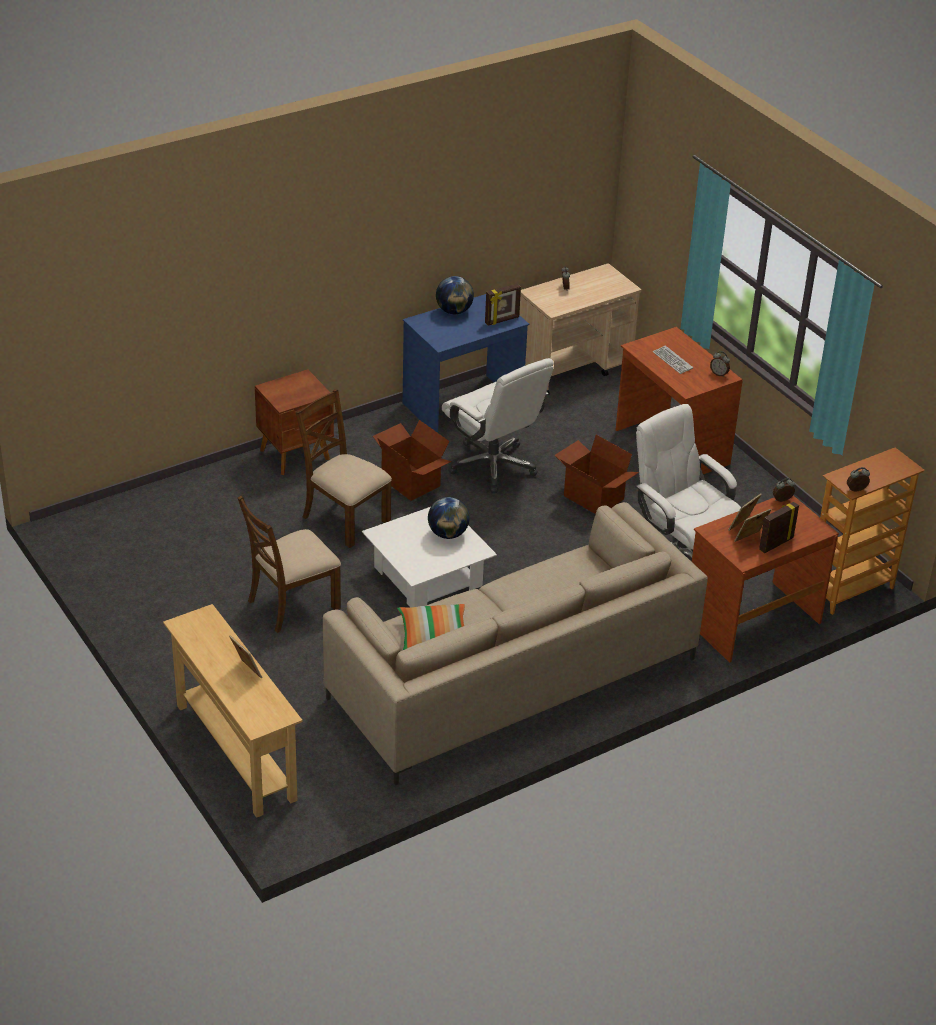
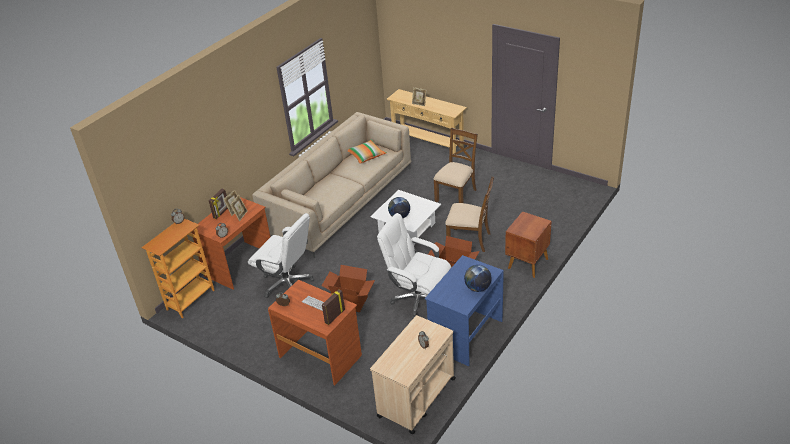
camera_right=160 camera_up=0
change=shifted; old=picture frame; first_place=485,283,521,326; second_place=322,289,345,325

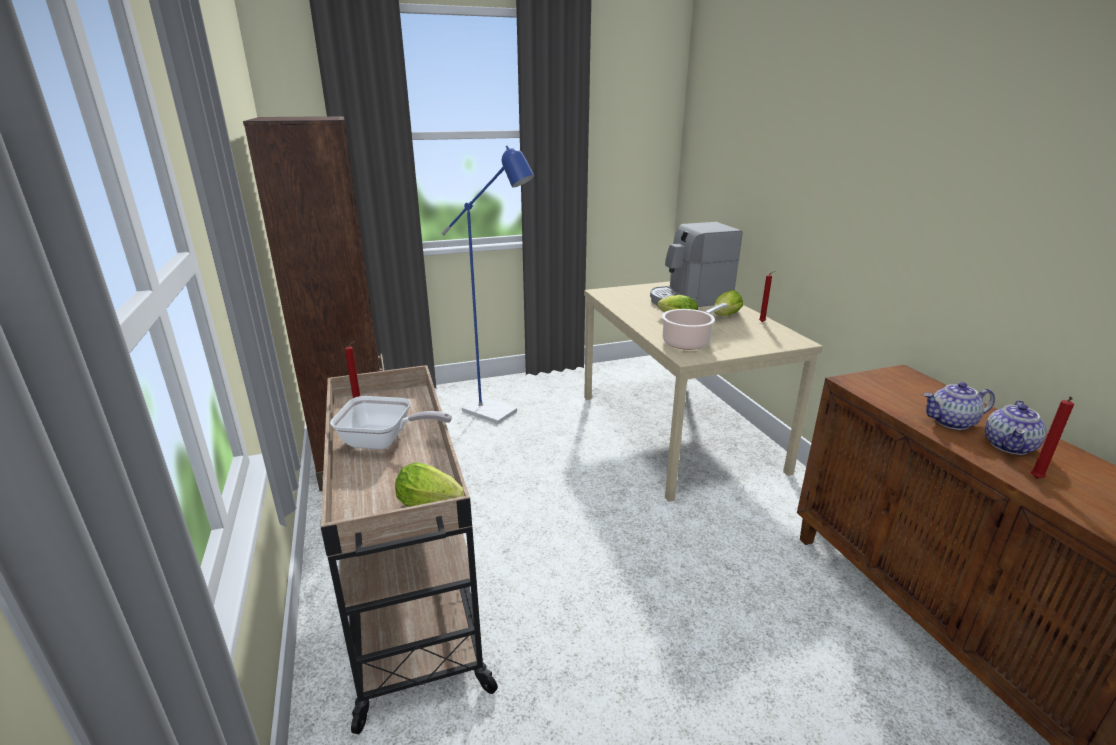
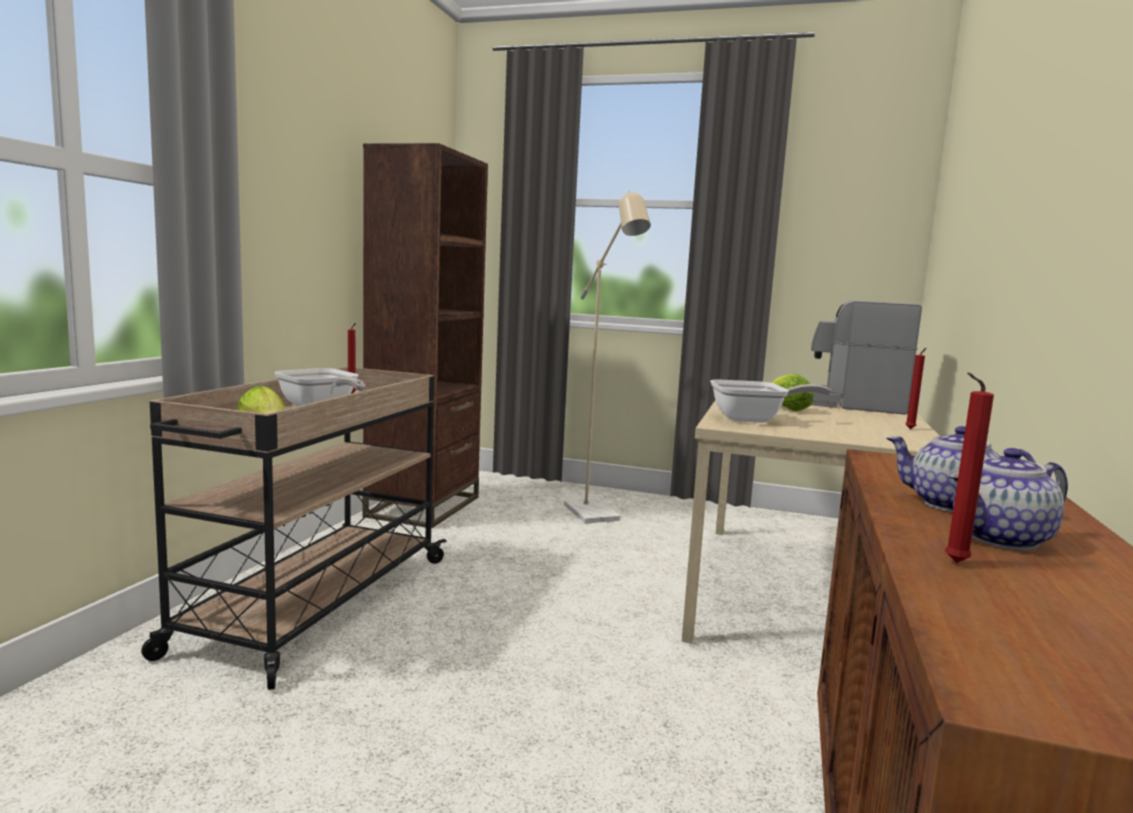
camera_right=35 camera_up=-15
change=repainted; old=blue floor lamp; new=beige floor lamp; first_place=442,145,535,424; second_place=564,191,651,523
change=gone; old=lettuce; first_place=714,290,743,316
change=swapped; old=cooking pot; new=frying pan; first_place=662,303,728,350; second_place=710,380,831,423

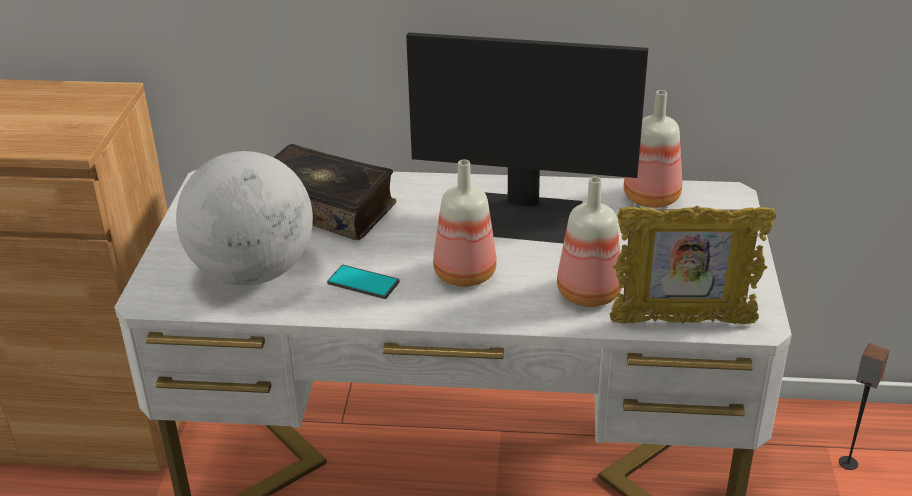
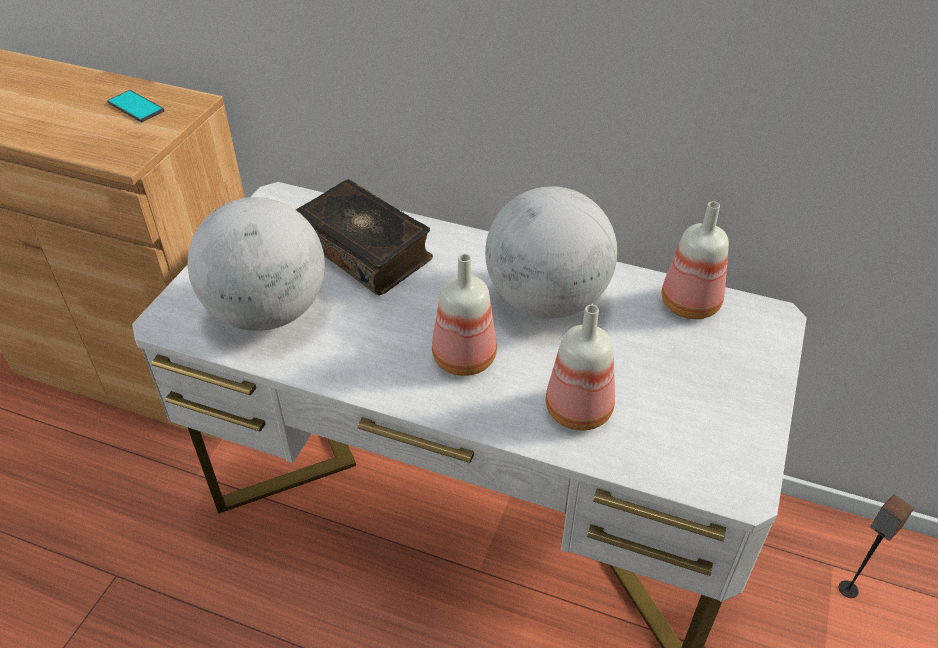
camera_right=15 camera_up=10
change=swapped; old=monitor; new=globe; first_place=406,32,648,243; second_place=485,186,617,318
change=gone; old=picture frame; first_place=610,206,776,324
change=shifted; old=phone; first_place=327,265,400,299; second_place=107,90,164,122

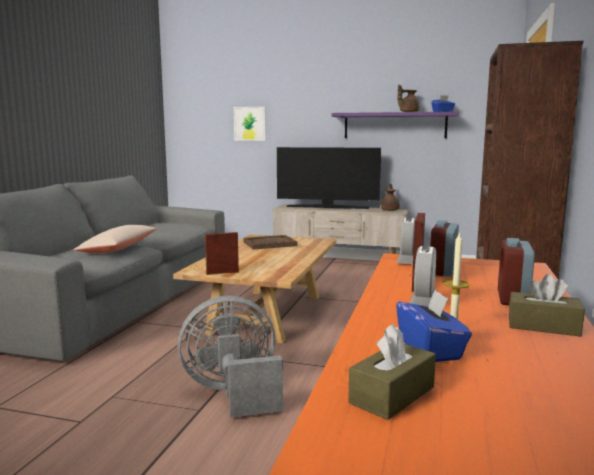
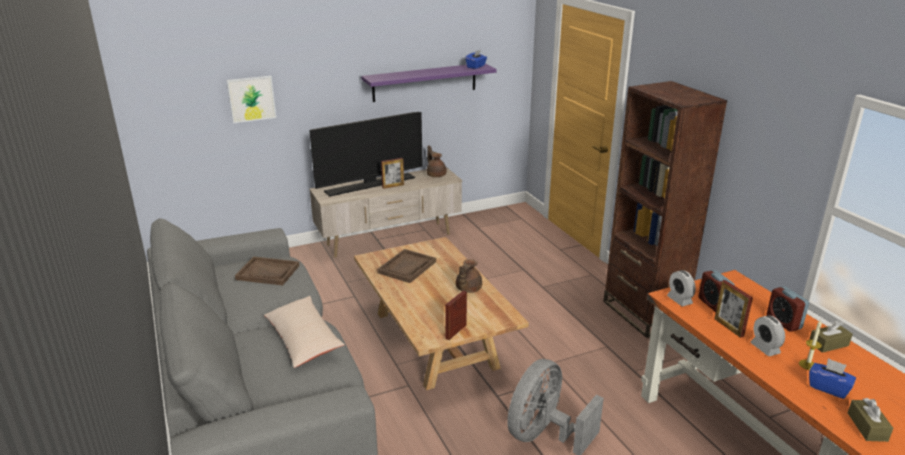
camera_right=-40 camera_up=15
change=shifted; old=brown teapot; first_place=397,85,420,112; second_place=456,259,482,293
change=new; new=picture frame; second_place=381,158,404,189
change=new; new=brown tray; second_place=235,257,299,285

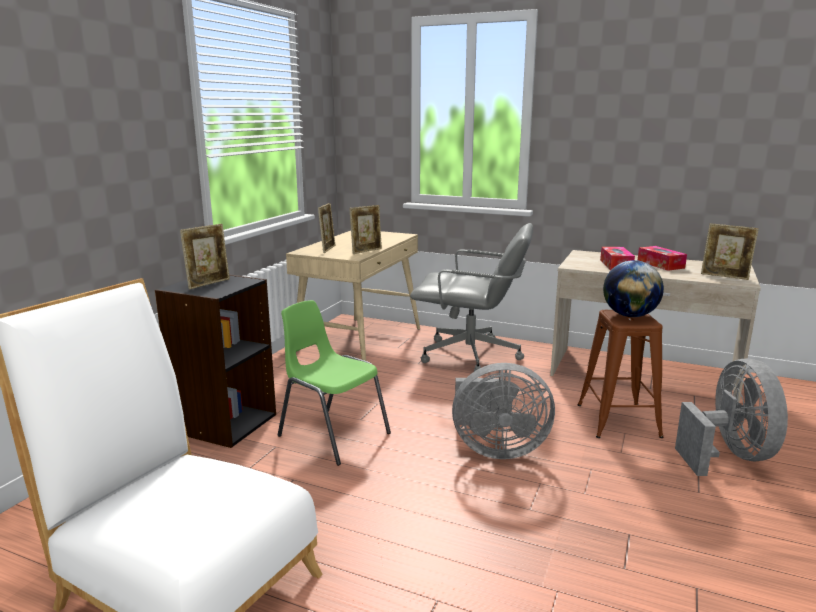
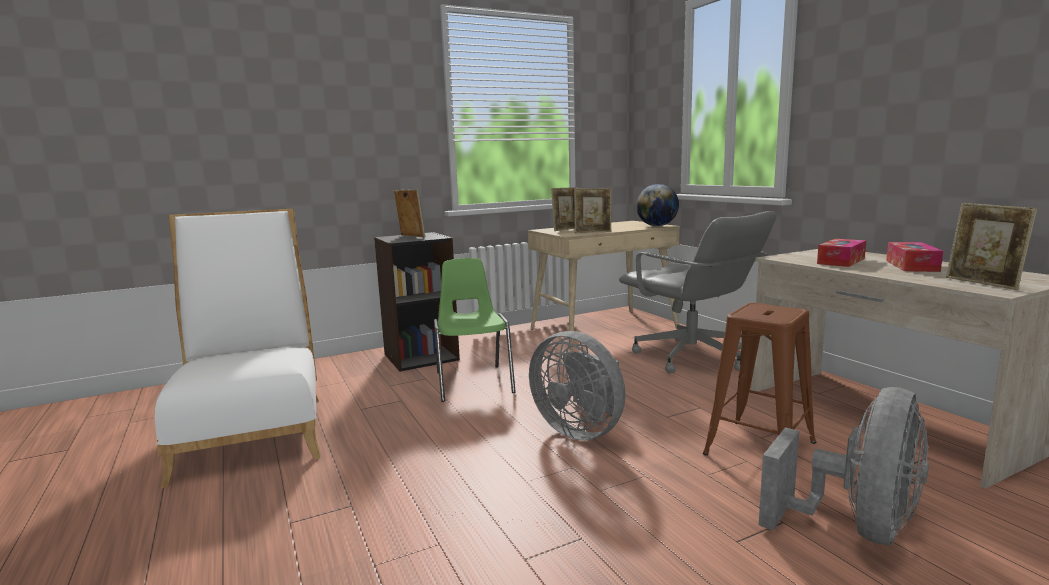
camera_right=40 camera_up=-5
change=rotated; old=picture frame; first_place=180,224,230,289; second_place=394,189,425,238; degrees=-120
change=shifted; old=globe; first_place=603,260,664,317; second_place=636,184,679,226

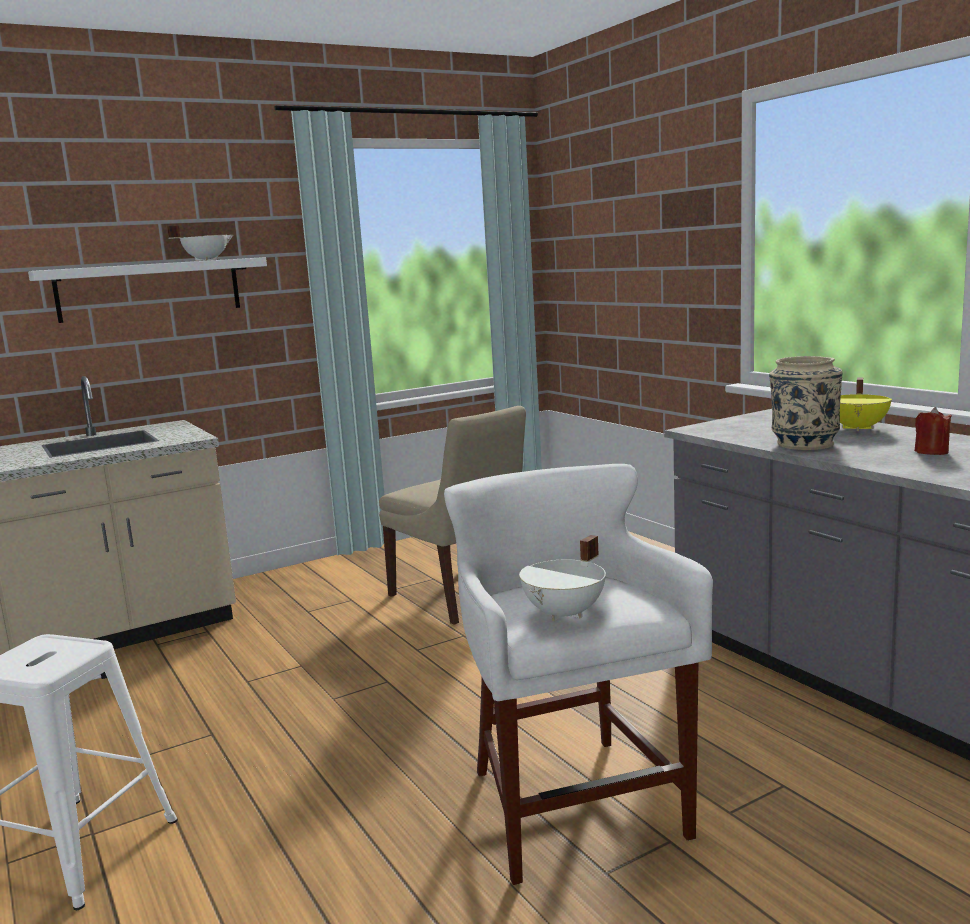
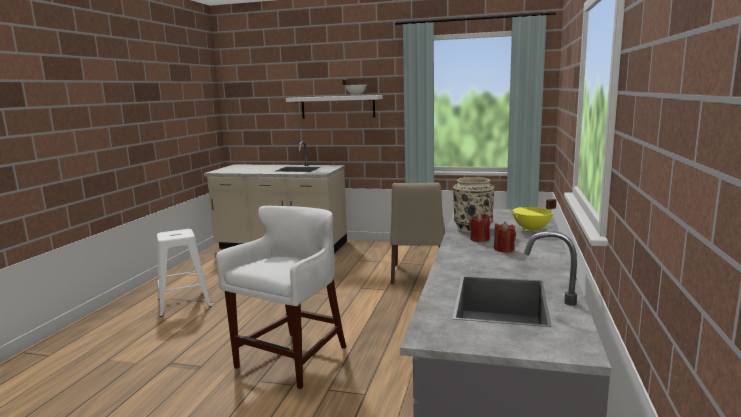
camera_right=45 camera_up=0
change=gone; old=white cooking pot; first_place=519,535,606,621
change=new; new=red candle; second_place=469,213,490,242

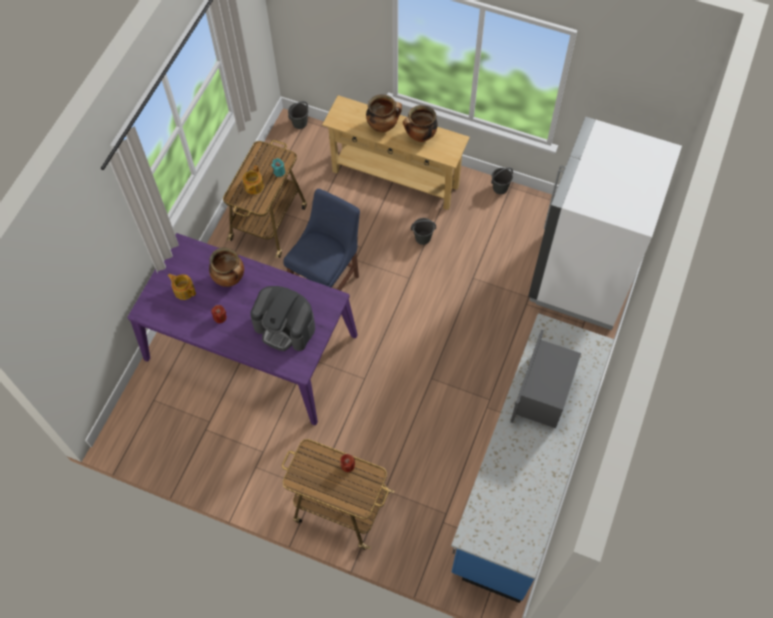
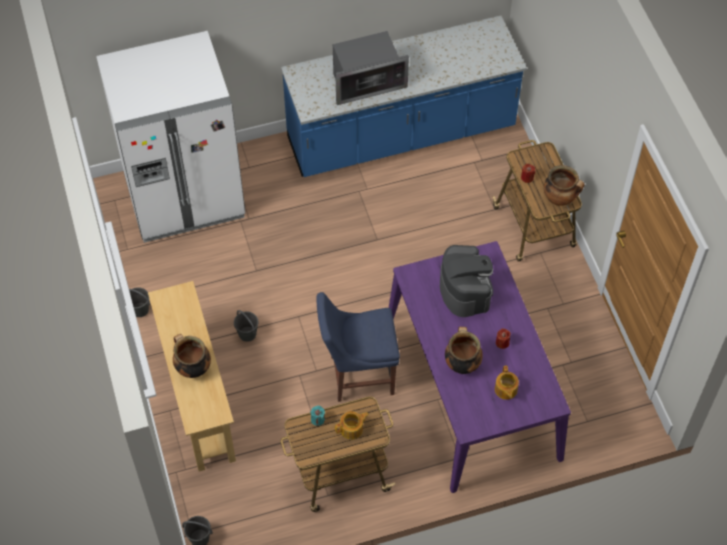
camera_right=-130 camera_up=-5
change=shifted; old=cooking pot; first_place=403,105,438,142; second_place=544,165,584,206

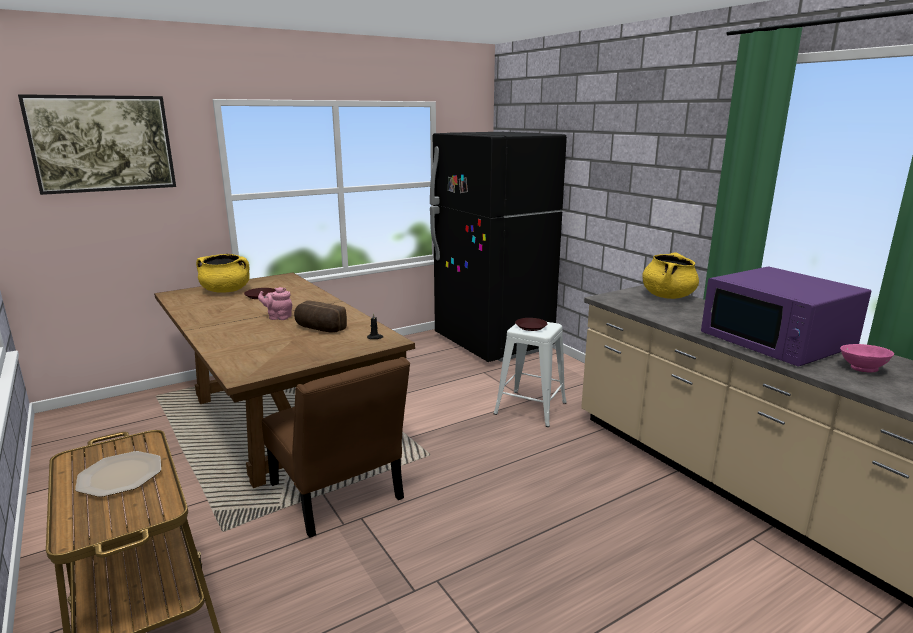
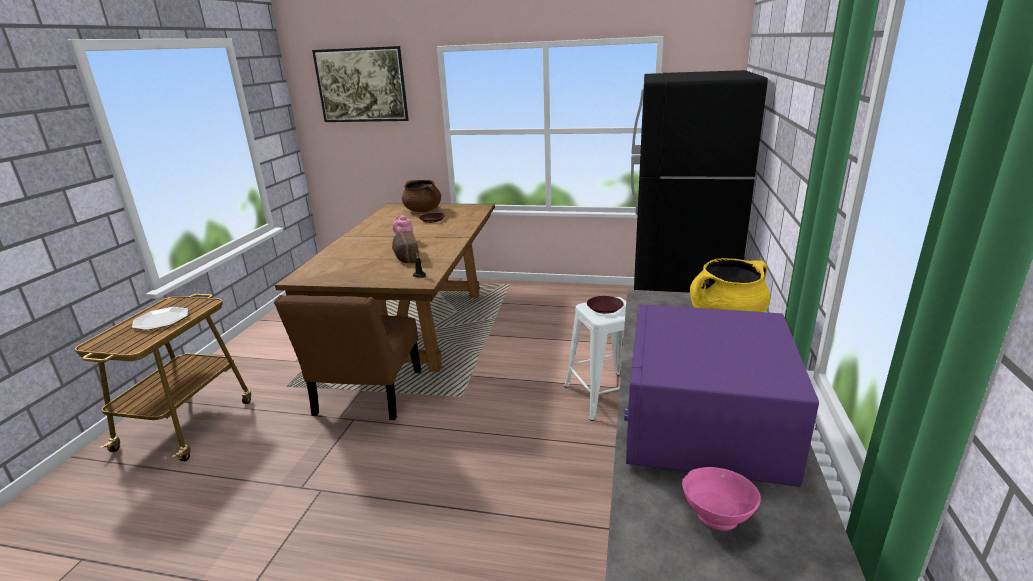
camera_right=45 camera_up=5
change=repainted; old=yellow cooking pot; new=brown cooking pot; first_place=196,254,250,293; second_place=402,180,441,212

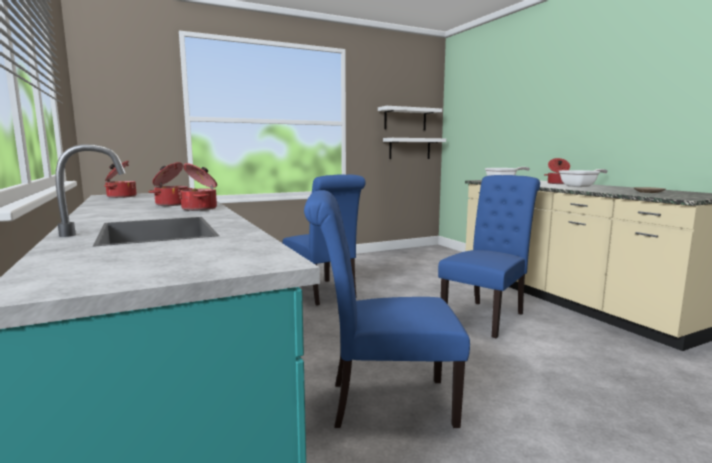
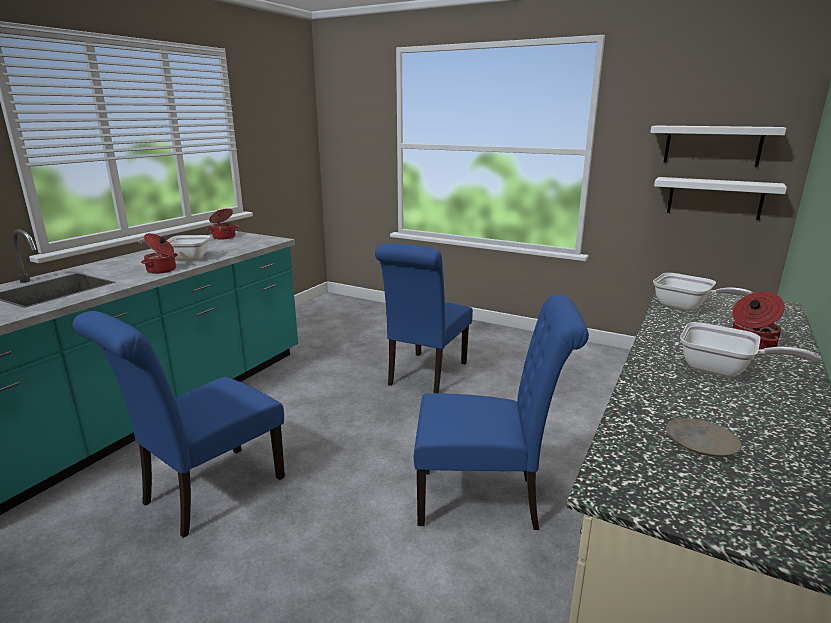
camera_right=55 camera_up=10
change=swapped; old=cooking pot; new=frying pan; first_place=148,162,192,206; second_place=138,235,211,261
change=rotated; old=blue chair; first_place=304,190,470,428; second_place=73,311,285,538; degrees=-105

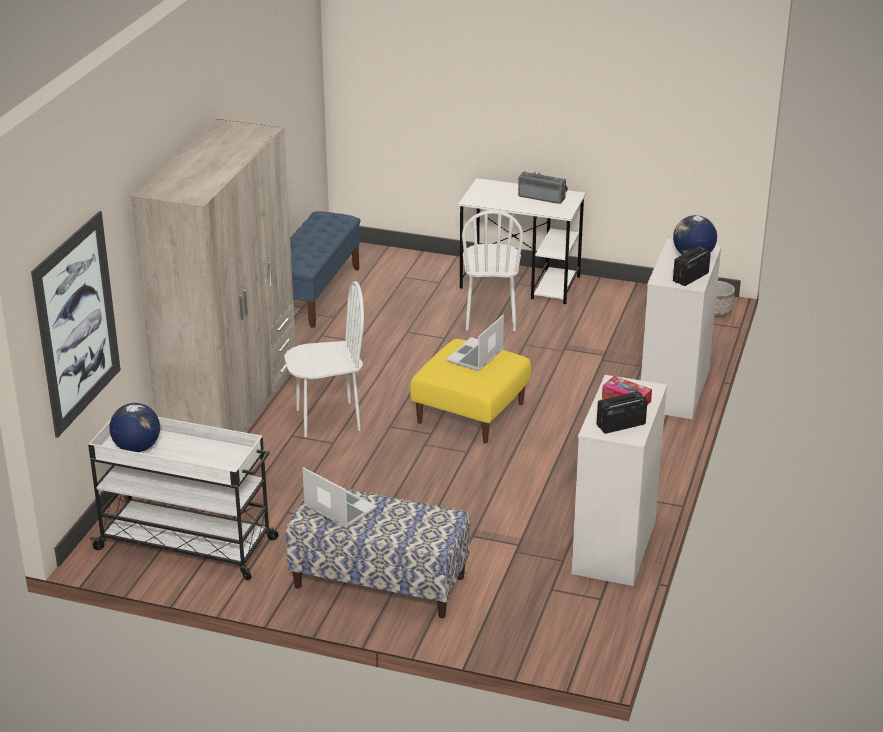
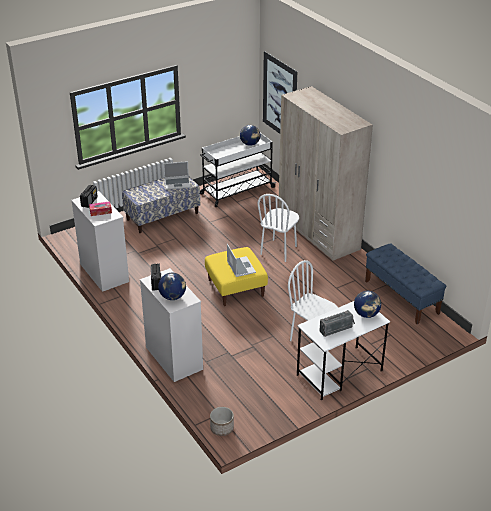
camera_right=130 camera_up=5
change=new; new=globe; second_place=354,291,381,318

